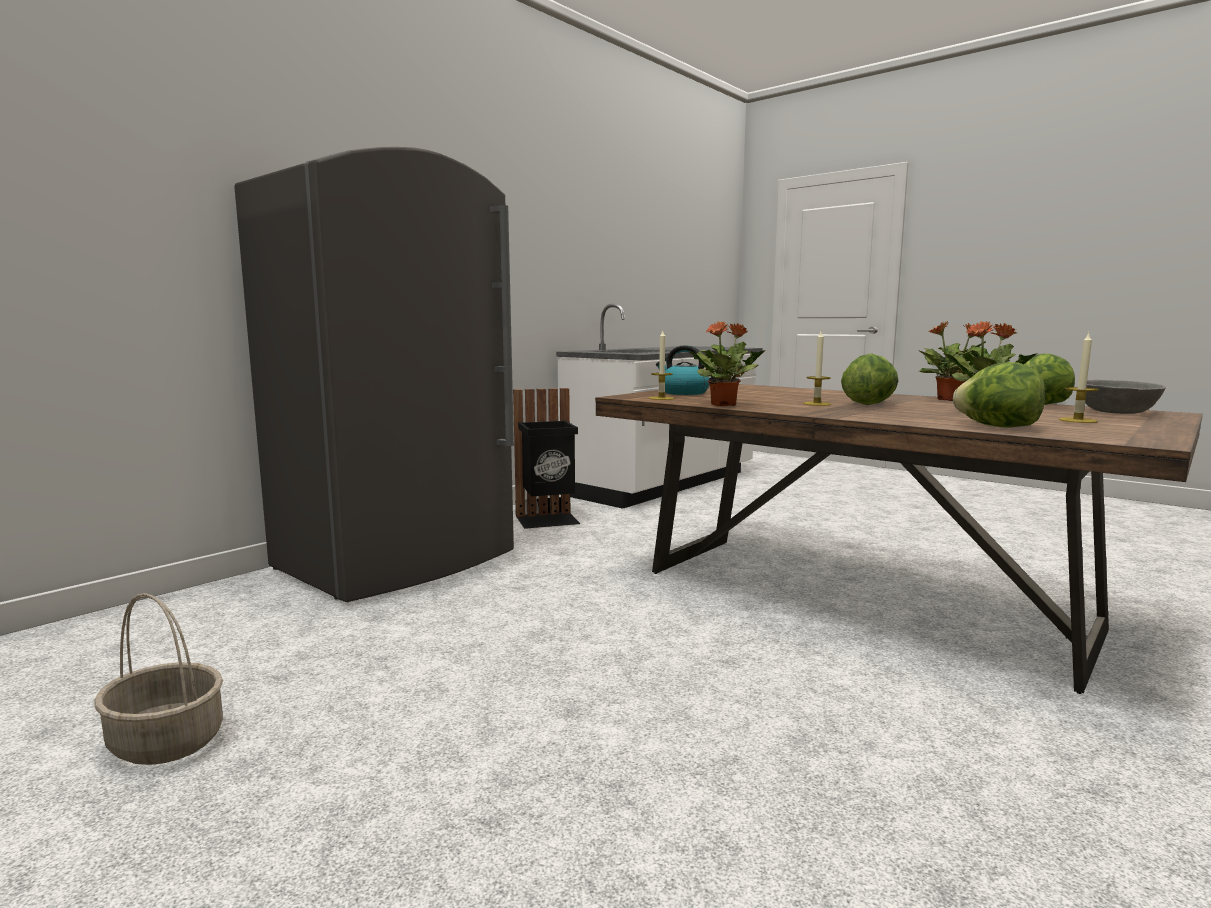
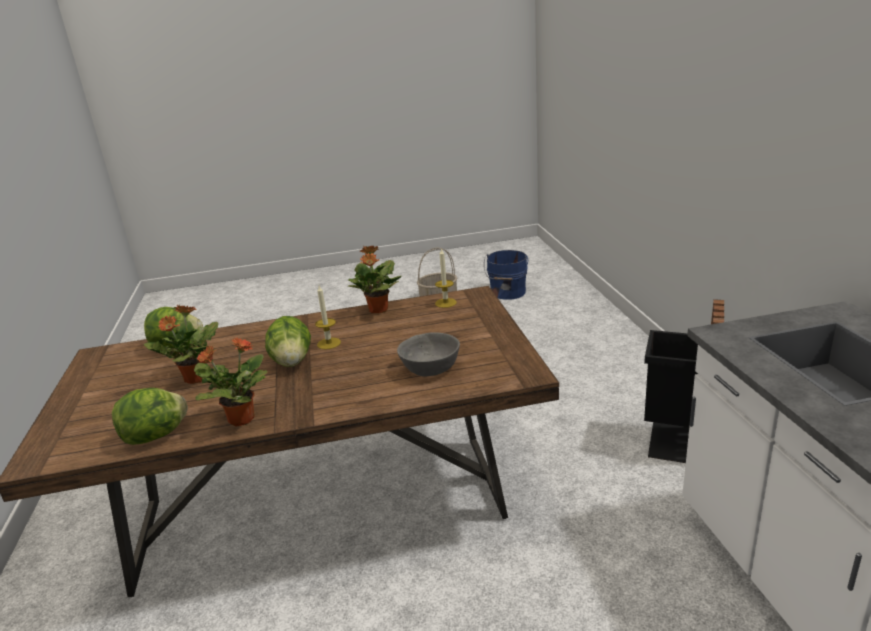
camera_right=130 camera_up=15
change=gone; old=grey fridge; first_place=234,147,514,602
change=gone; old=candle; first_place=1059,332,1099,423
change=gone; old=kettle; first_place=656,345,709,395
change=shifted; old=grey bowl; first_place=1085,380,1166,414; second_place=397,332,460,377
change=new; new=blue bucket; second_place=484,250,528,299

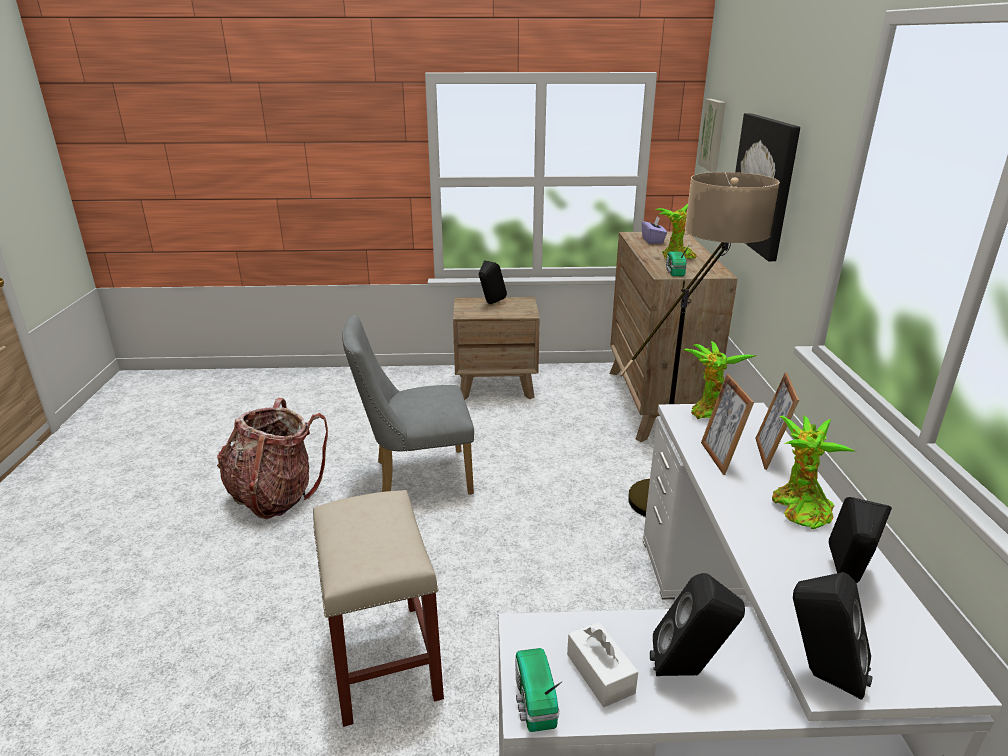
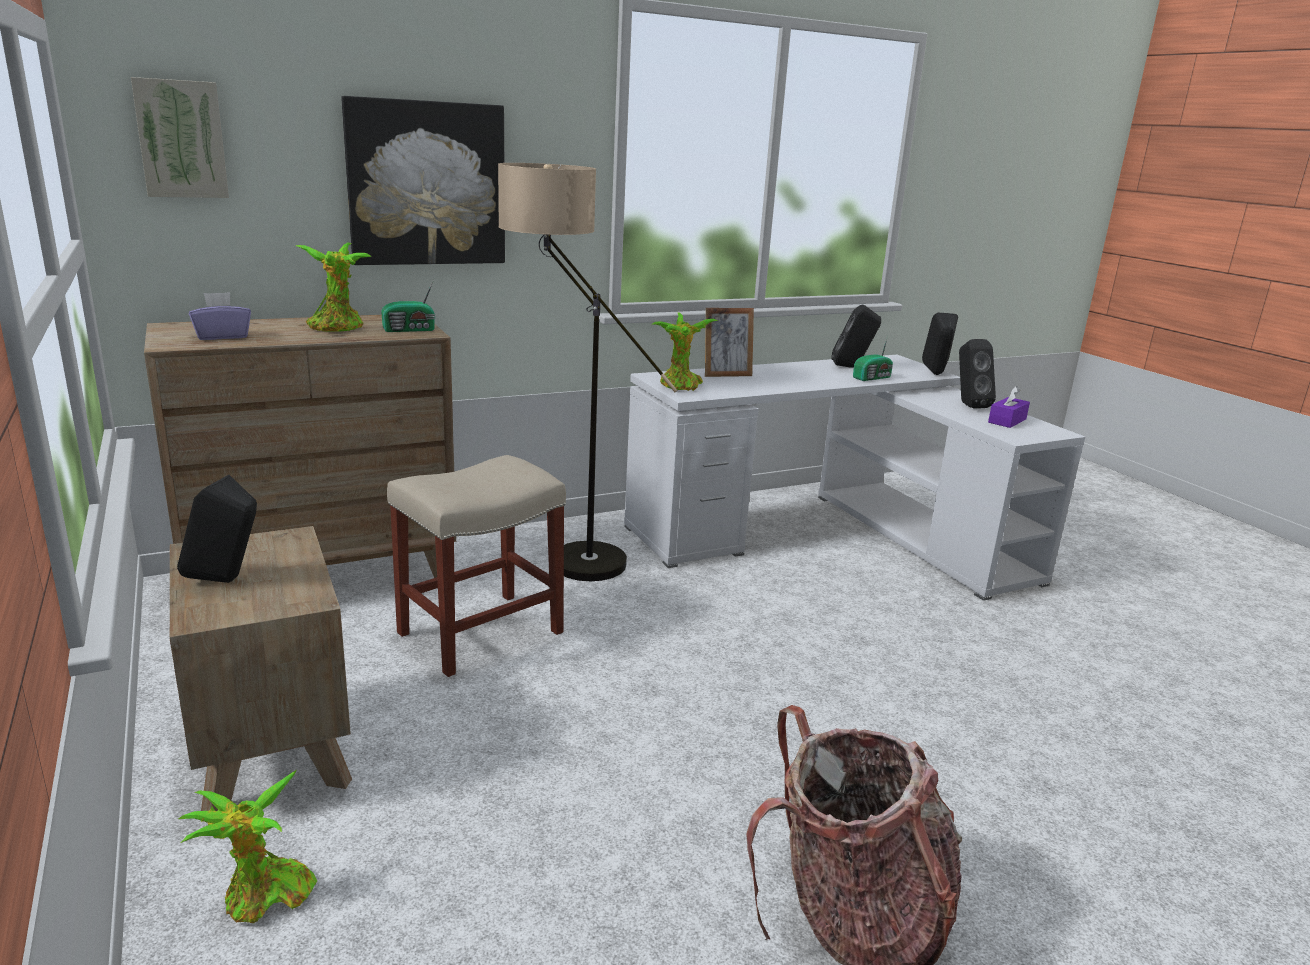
camera_right=-115 camera_up=-5
change=gone; old=grey chair; first_place=342,315,474,495
change=gone; old=picture frame; first_place=701,374,754,475
change=shifted; old=potted plant; first_place=772,415,857,529; second_place=178,770,317,923
change=shifted; old=beige stool; first_place=313,490,444,727; second_place=387,455,566,677
change=repainted; old=white tissue box; new=purple tissue box; first_place=567,622,638,707; second_place=988,386,1030,428
change=shifted; old=radio; first_place=515,648,562,732; second_place=853,336,893,381

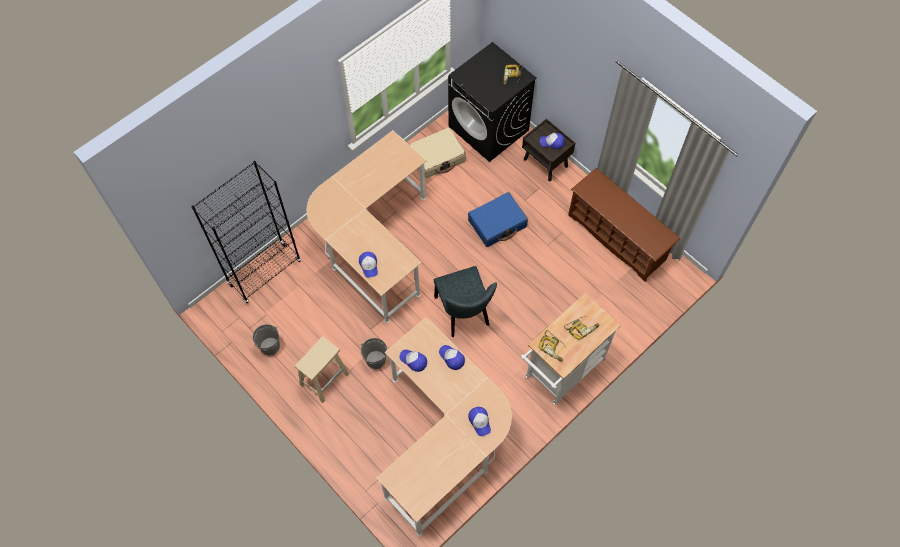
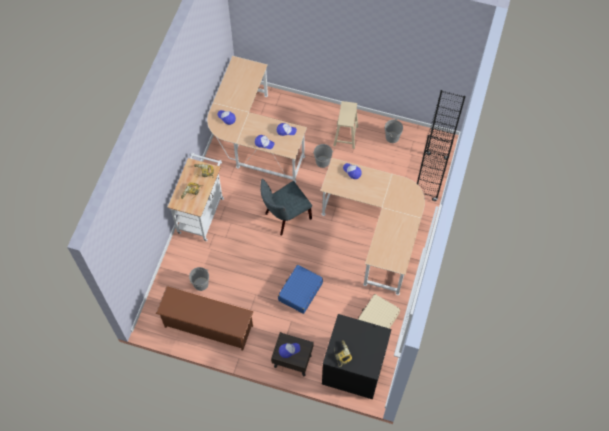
camera_right=150 camera_up=0
change=rotated; old=grey chair; first_place=434,266,497,337; second_place=260,179,312,236; degrees=-75
change=new; new=grey bucket; second_place=189,267,209,291

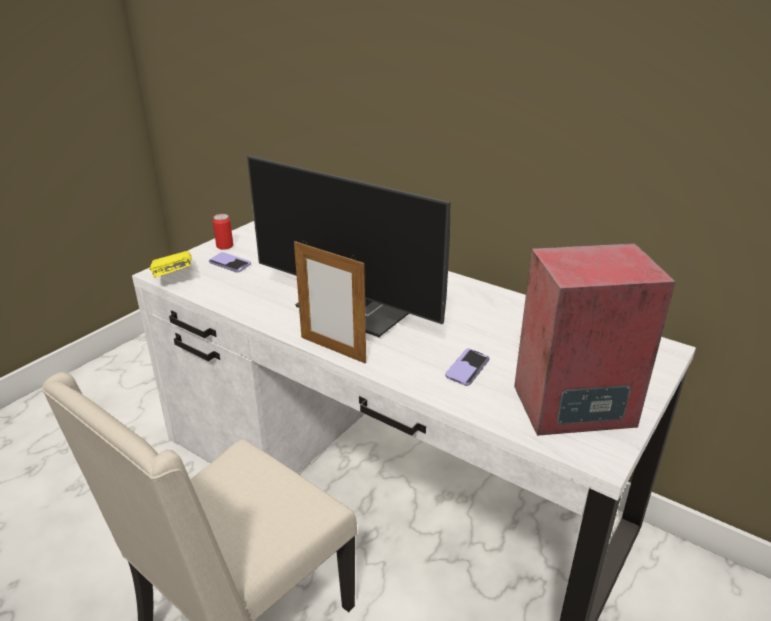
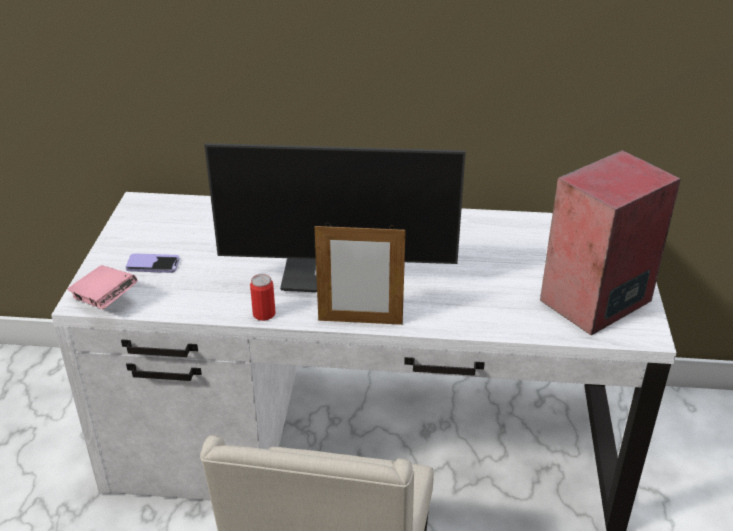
camera_right=-30 camera_up=5
change=shifted; old=can; first_place=213,214,233,250; second_place=250,274,276,321
change=repainted; old=yellow book; new=pink book; first_place=149,251,192,278; second_place=67,265,138,309
change=gone; old=phone; first_place=445,348,490,386

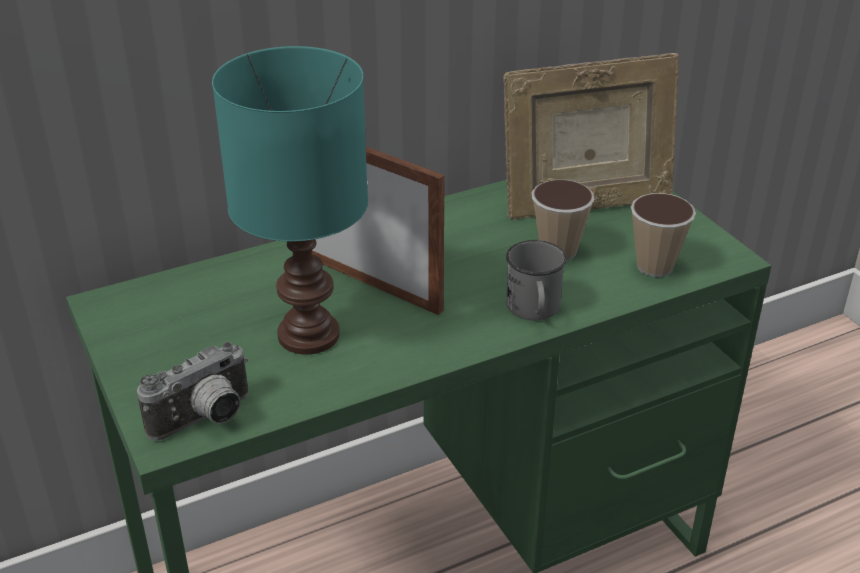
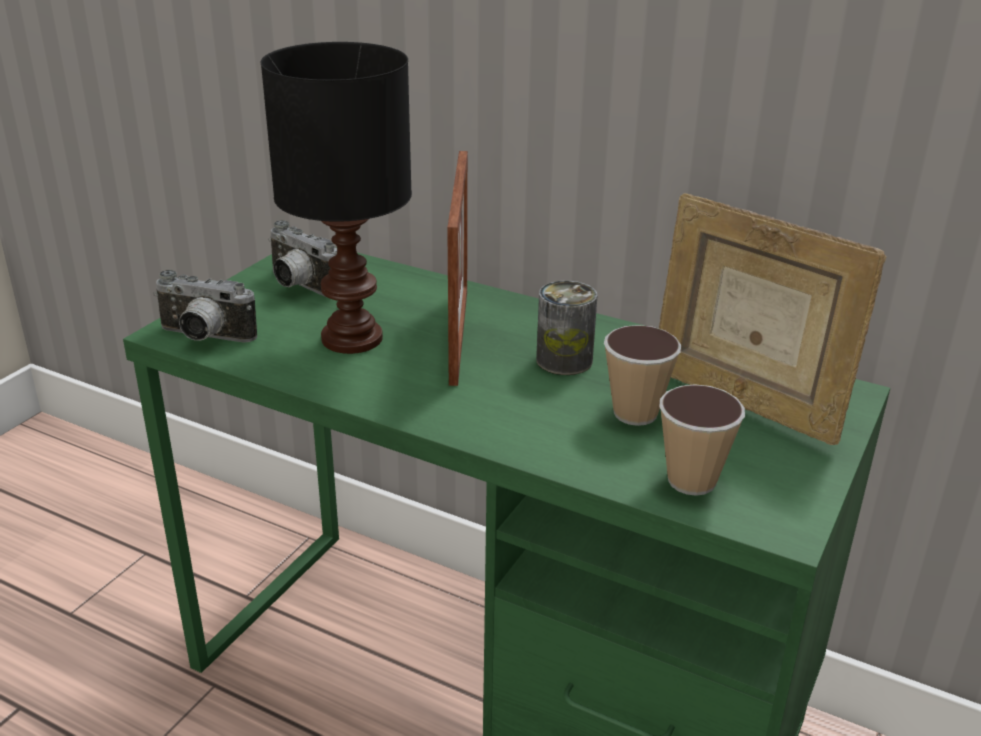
camera_right=55 camera_up=-5
change=repainted; old=turquoise table lamp; new=black table lamp; first_place=212,46,368,355; second_place=261,42,412,354
change=gone; old=grey mug; first_place=506,240,567,321
change=new; new=photo camera; second_place=268,220,337,297
change=new; new=can; second_place=536,281,597,375

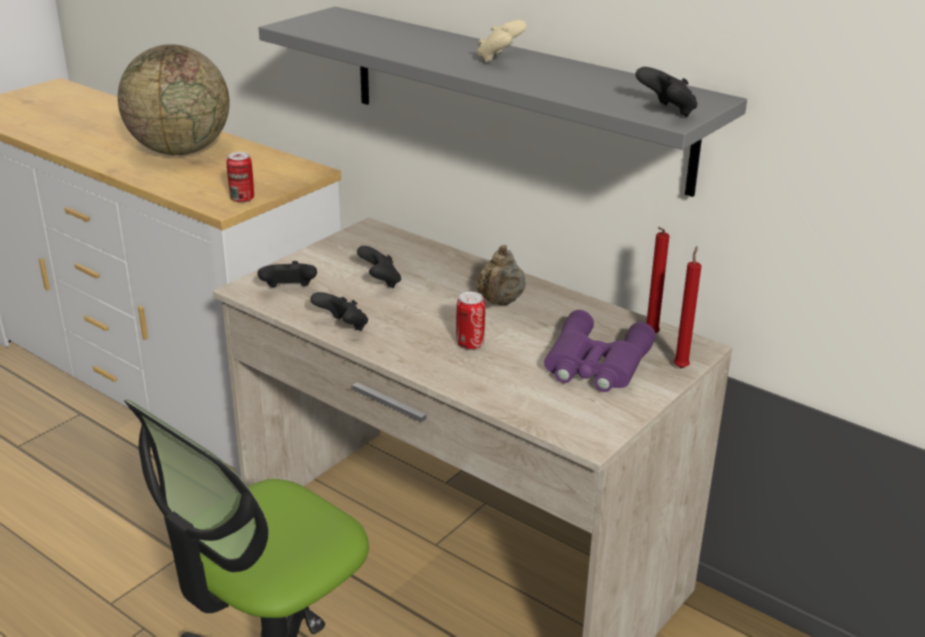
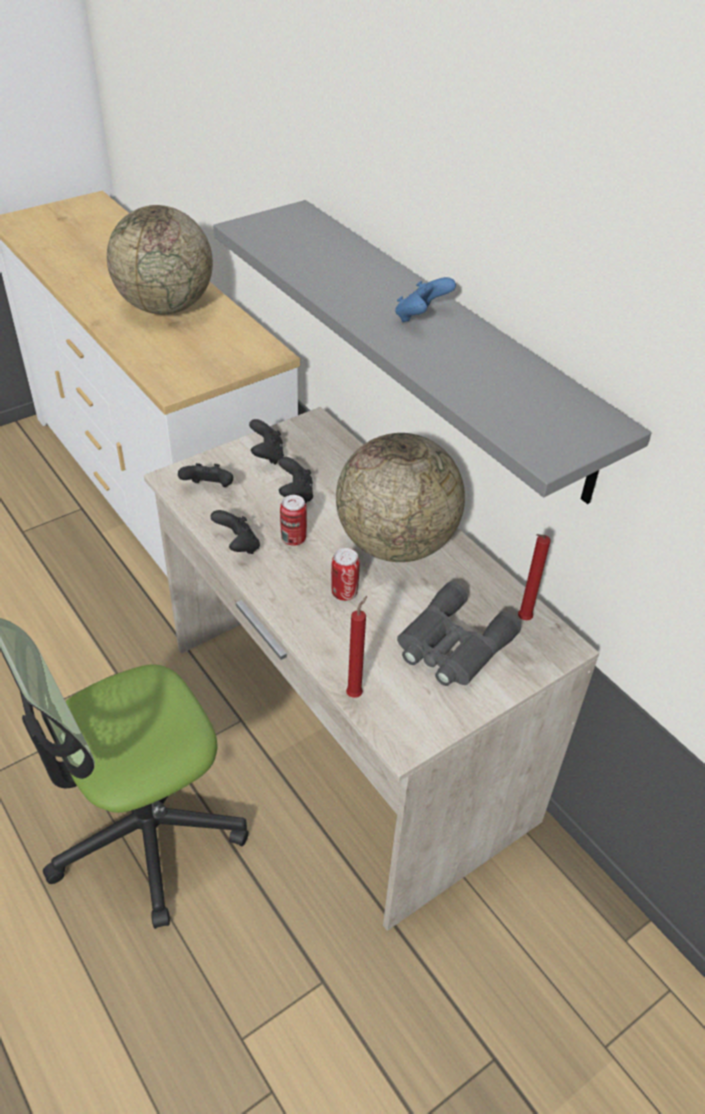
camera_right=15 camera_up=15
change=repainted; old=beige game controller; new=blue game controller; first_place=477,20,527,63; second_place=395,277,456,322
change=shifted; old=black game controller; first_place=635,67,698,117; second_place=249,419,284,465
change=shifted; old=can; first_place=227,152,254,203; second_place=280,495,307,546
change=swapped; old=beige teapot; new=globe; first_place=476,245,526,305; second_place=336,433,465,562
change=shifted; old=red candle; first_place=674,246,701,368; second_place=346,596,367,698
change=repainted; old=purple binoculars; new=grey binoculars; first_place=544,310,656,392; second_place=397,582,521,686

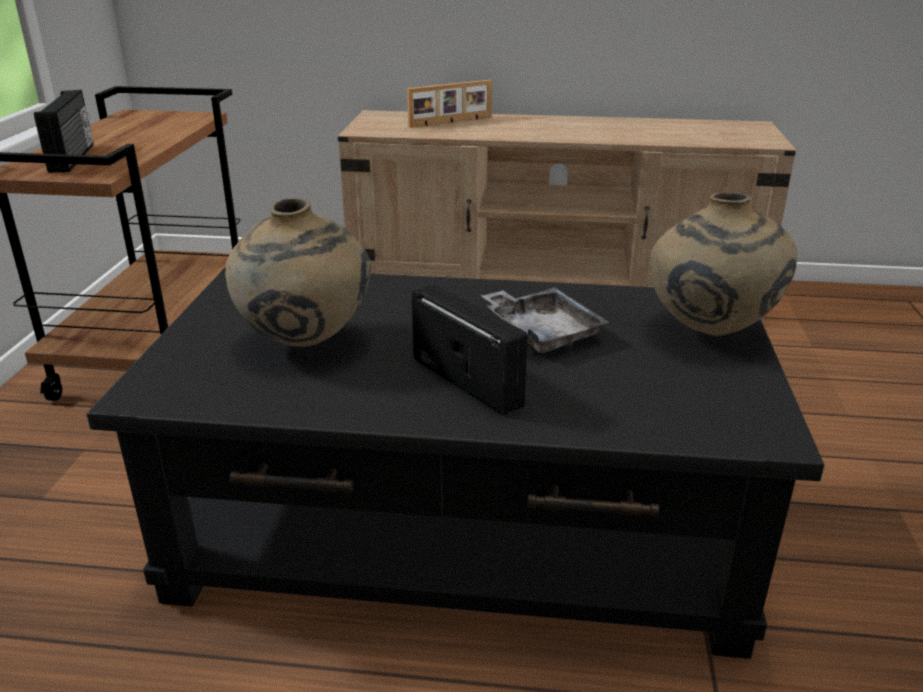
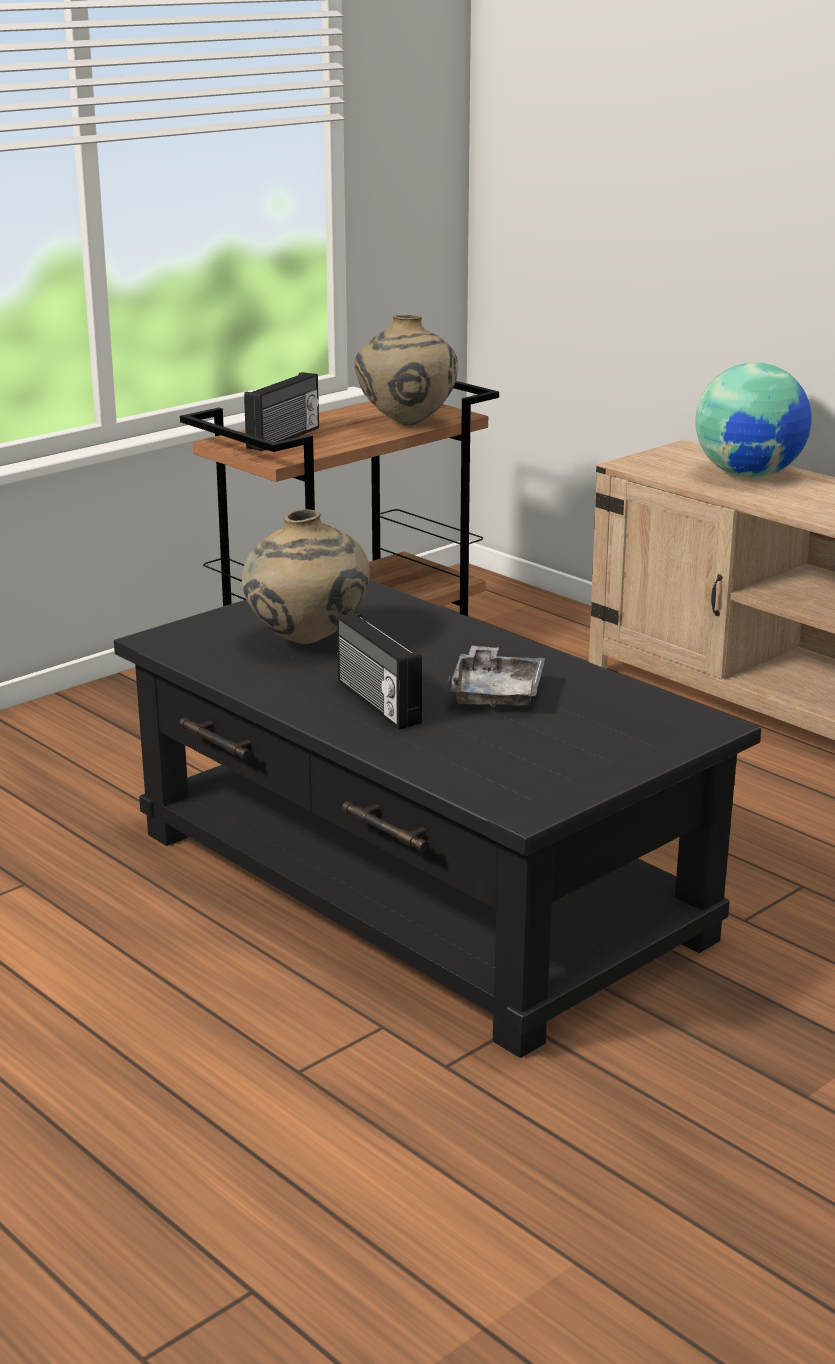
camera_right=40 camera_up=-5
change=swapped; old=picture frame; new=globe; first_place=407,80,492,128; second_place=695,362,812,478
change=shifted; old=beige vase; first_place=650,193,797,336; second_place=355,315,458,426
change=rotated; old=radio; first_place=412,284,527,415; second_place=337,613,422,730; degrees=150

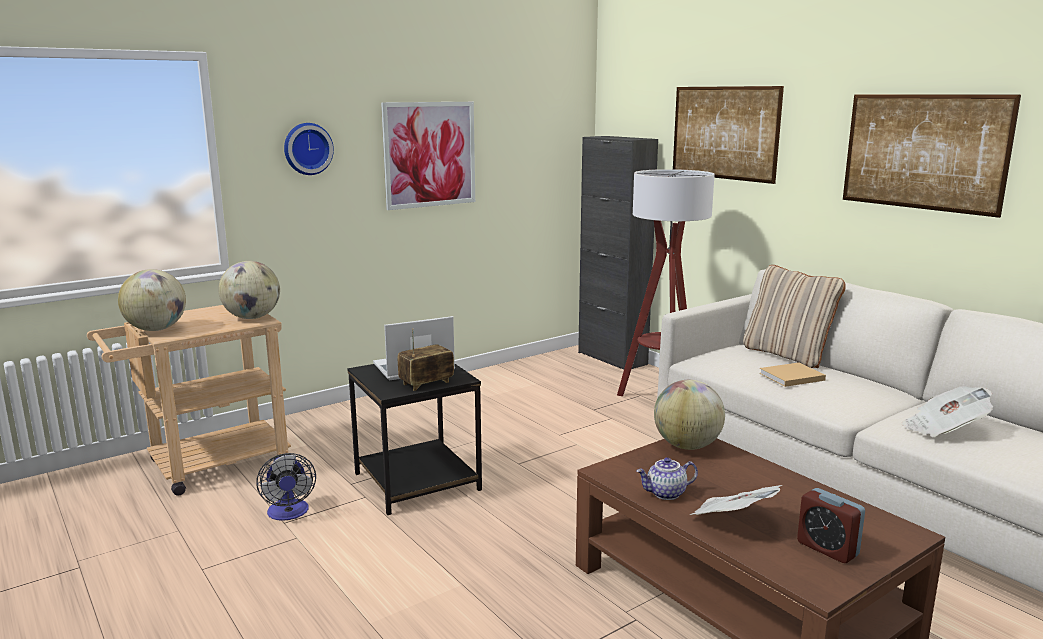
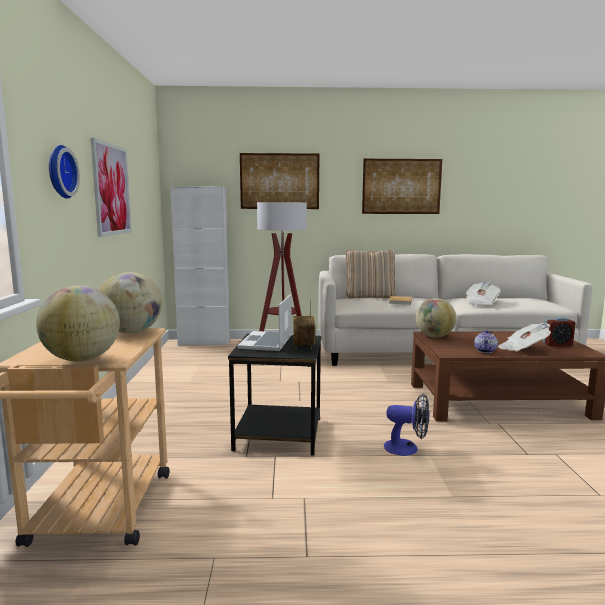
camera_right=-55 camera_up=-5
change=repainted; old=black cabinet; new=white cabinet; first_place=578,136,658,370; second_place=170,186,230,346
change=shifted; old=fan; first_place=256,453,316,521; second_place=384,393,430,456

